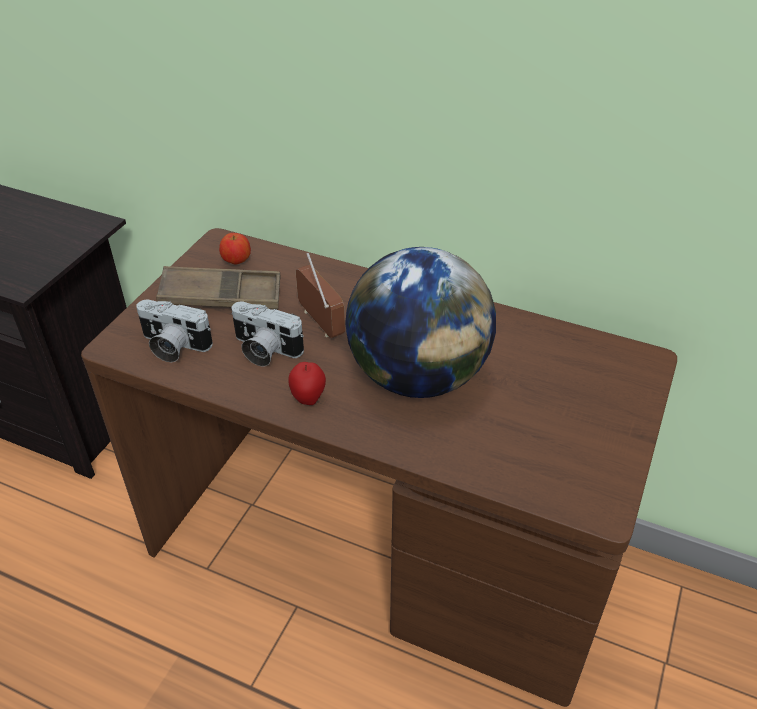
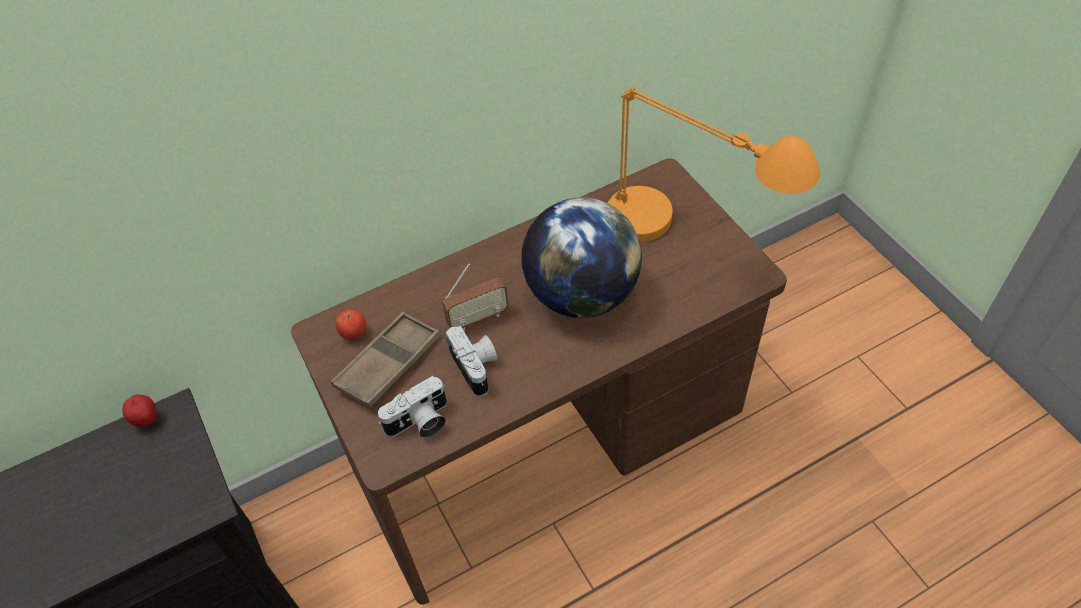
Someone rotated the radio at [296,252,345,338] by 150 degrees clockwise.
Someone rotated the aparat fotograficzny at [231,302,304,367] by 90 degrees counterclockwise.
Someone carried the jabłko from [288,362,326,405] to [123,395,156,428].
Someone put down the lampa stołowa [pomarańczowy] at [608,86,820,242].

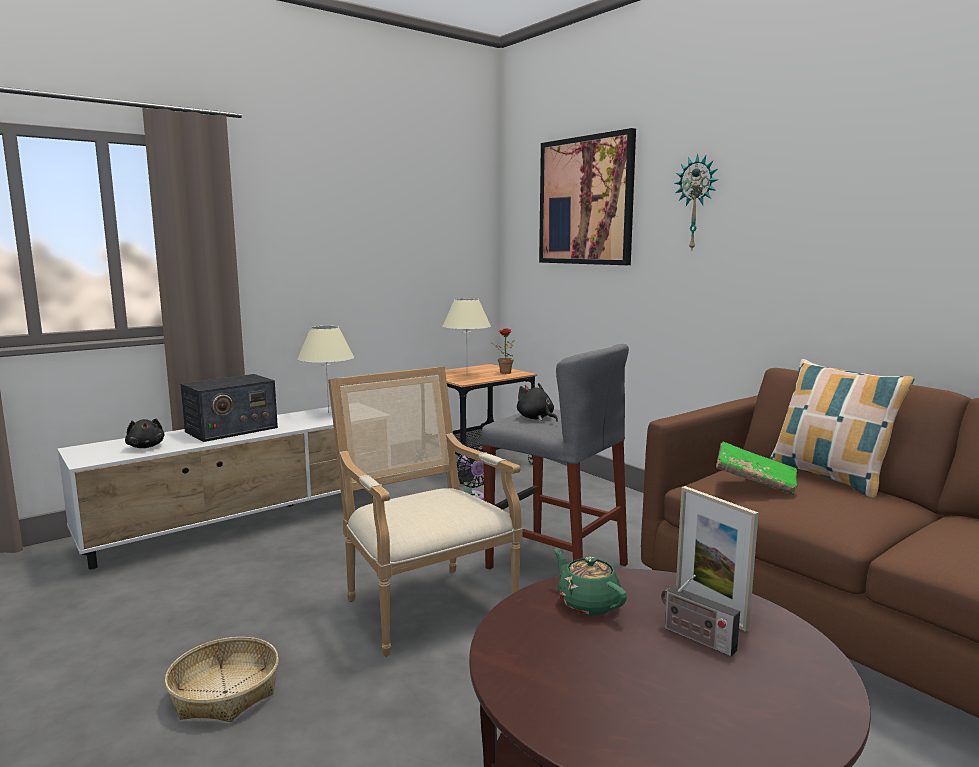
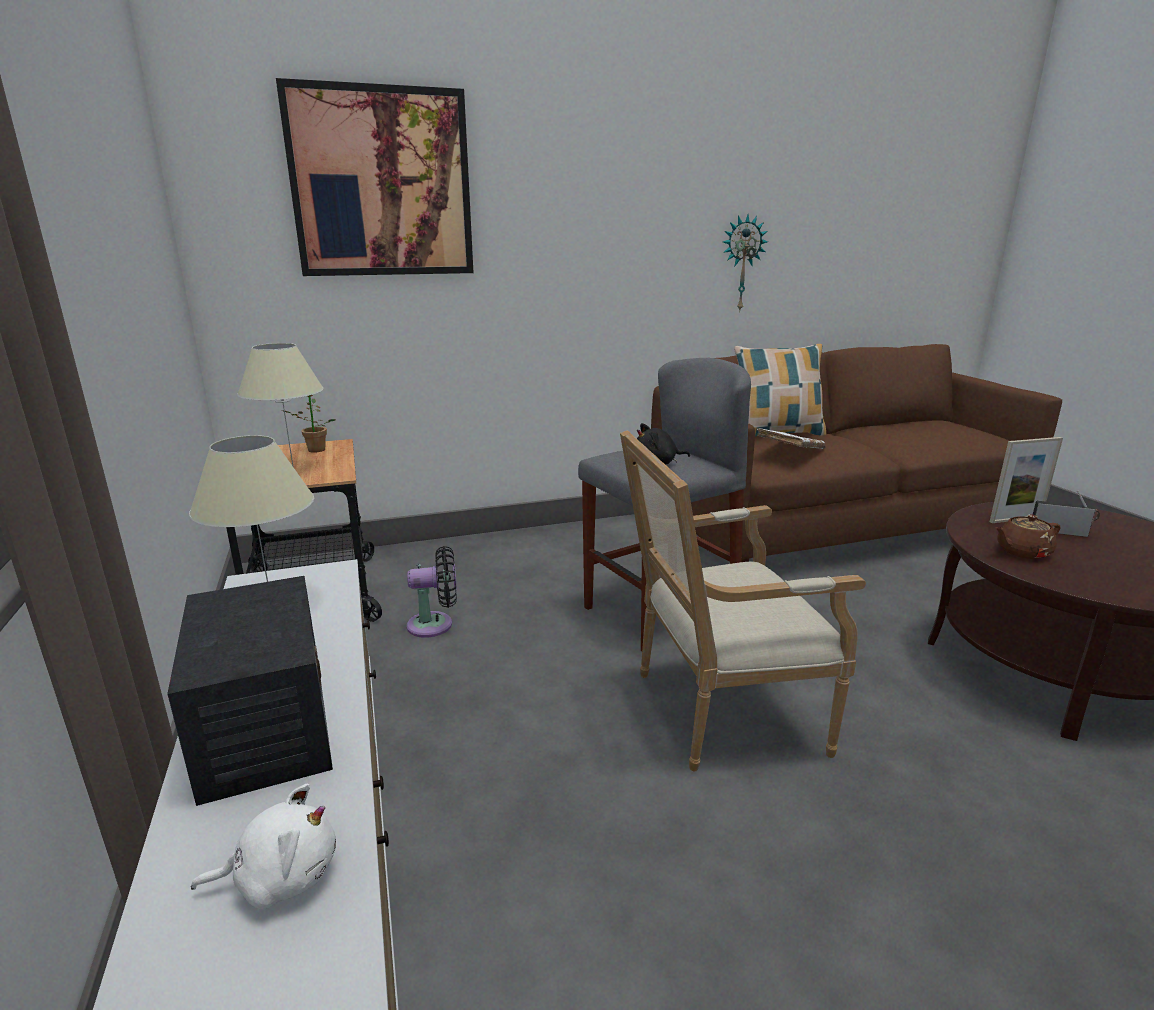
Someone carried the zegar ścienny from [675,154,719,252] to [723,215,768,312].
Someone repainted the pluszak [czarny] at [125,418,164,448], which became the pluszak [biały] at [191,784,336,909].
Someone repainted the książka [zielony] at [716,442,797,496], which became the książka [biały] at [757,428,826,449].
Someone repainted the imbryk [zielony] at [554,549,627,616], which became the imbryk [brązowy] at [996,514,1060,559].
Someone rotated the radio at [661,575,740,657] by 135 degrees counterclockwise.
Someone took away the koszyk at [165,637,279,722].

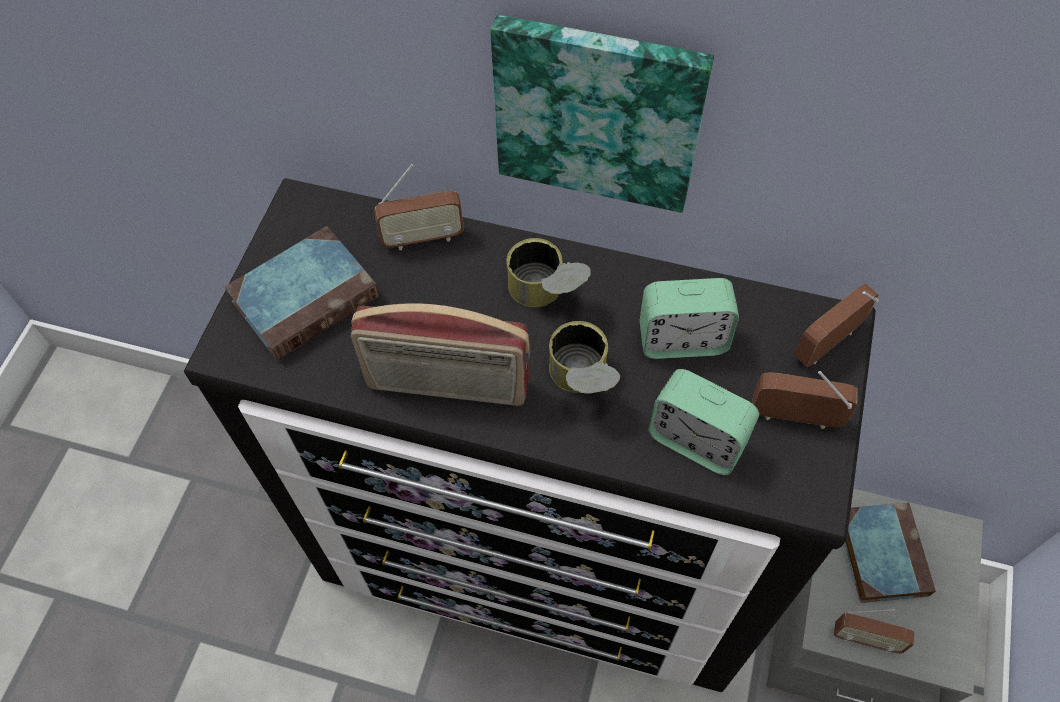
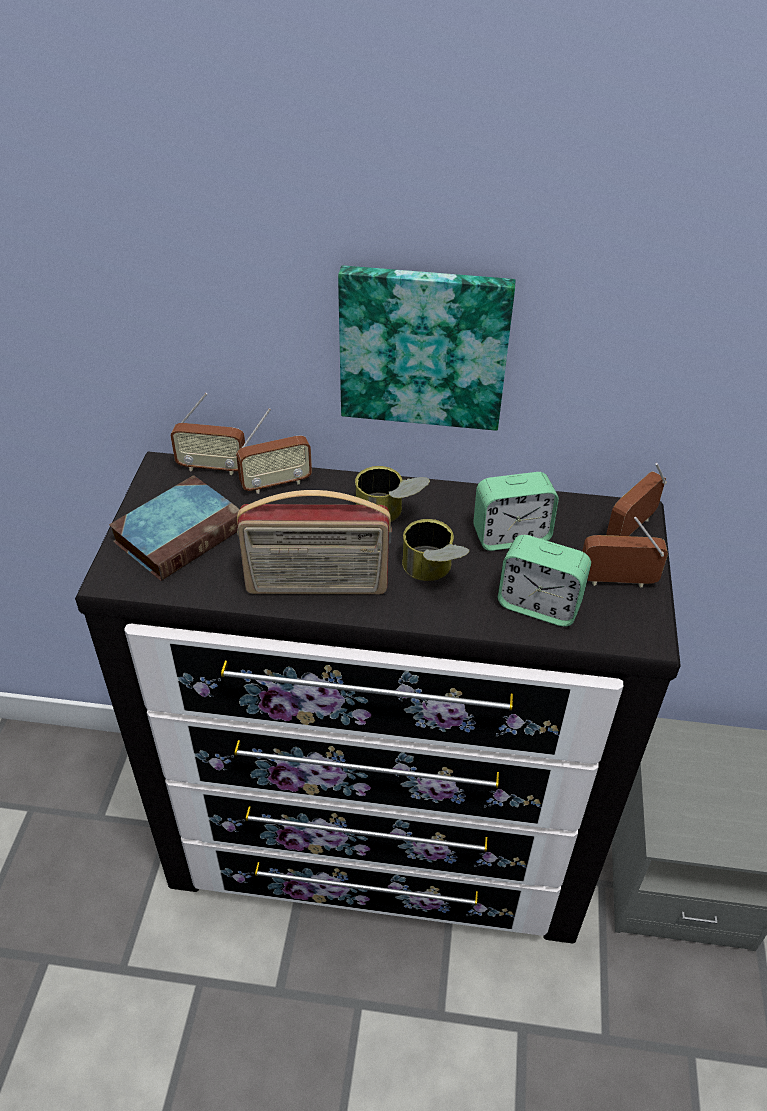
Someone took away the książka at [845,502,936,603].
Someone carried the radio from [834,609,914,654] to [170,393,246,475].

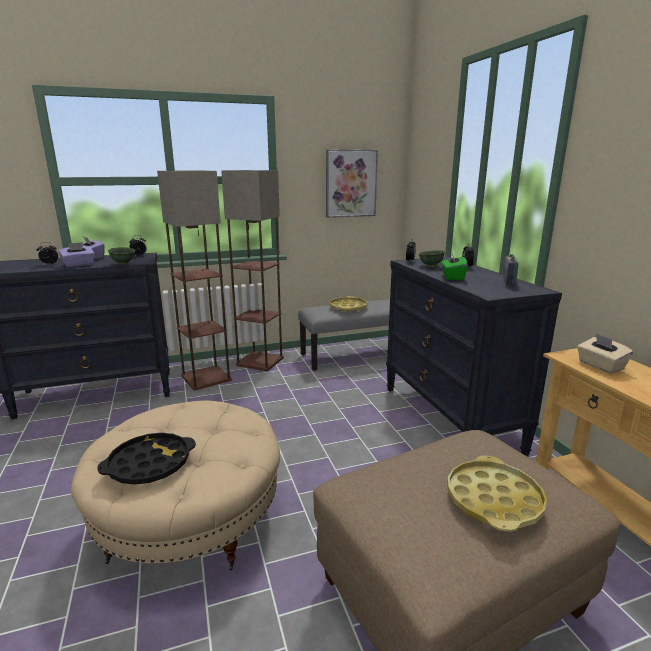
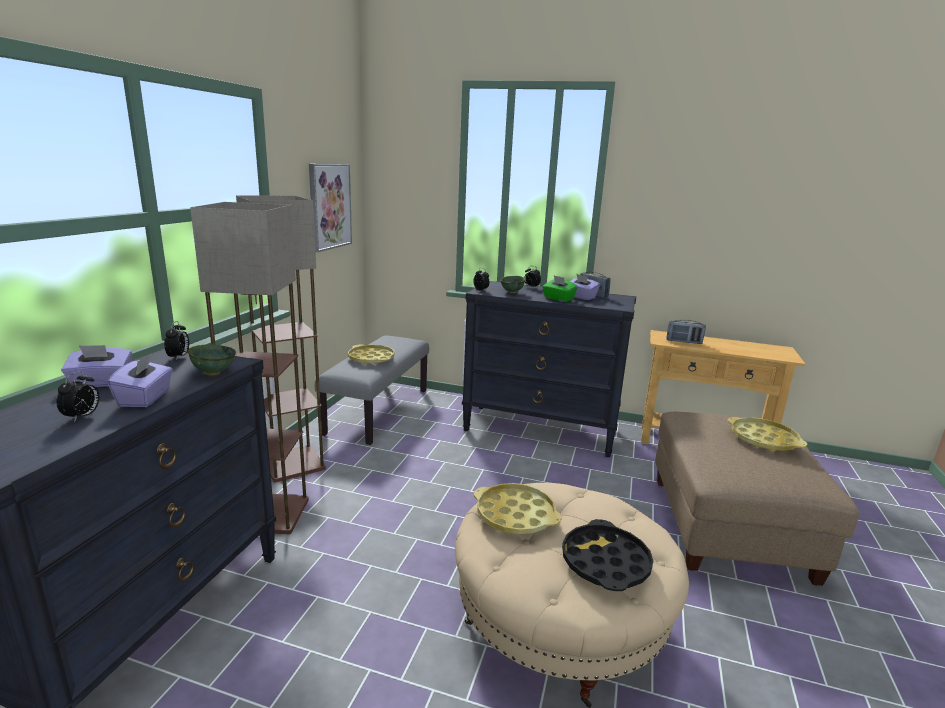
Someone swapped the pudełko chusteczek [beżowy] at [577,334,633,373] for the radio at [667,320,706,344].
Someone put down the pudełko chusteczek [fioletowy] at [570,274,600,300].
Someone put down the taca [żółty] at [474,483,562,535].

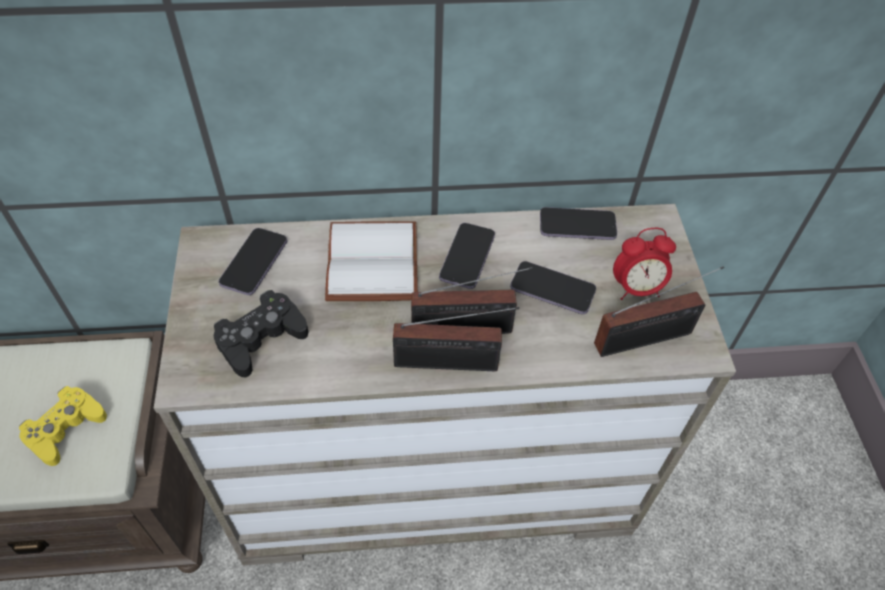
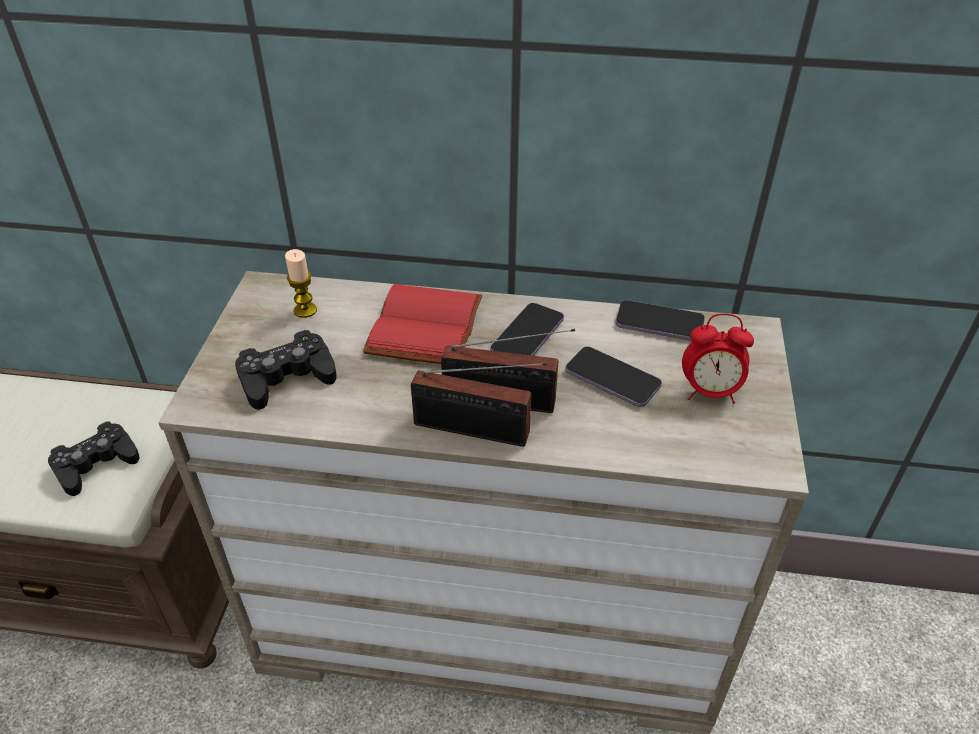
Someone repainted the książka [biały] at [325,221,418,301], which became the książka [czerwony] at [363,284,483,364].
Someone swapped the telefon at [219,228,287,295] for the świeca at [285,249,317,318].
Someone took away the radio at [594,266,724,357].
Someone repainted the pad do gier [żółty] at [19,386,107,466], which became the pad do gier [czarny] at [48,421,139,496].

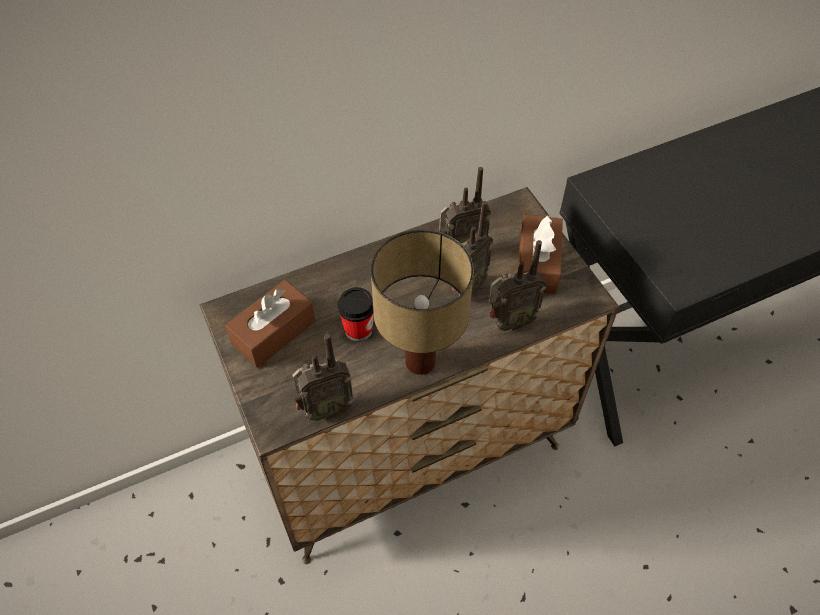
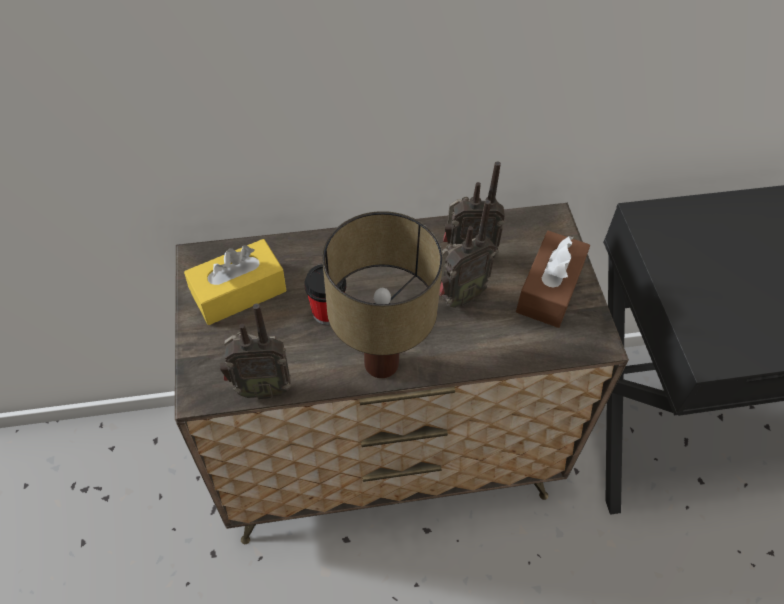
Someone took away the radio at [489,240,546,331].
Someone repainted the pudełko chusteczek [brązowy] at [225,280,316,368], which became the pudełko chusteczek [żółty] at [184,239,287,325].

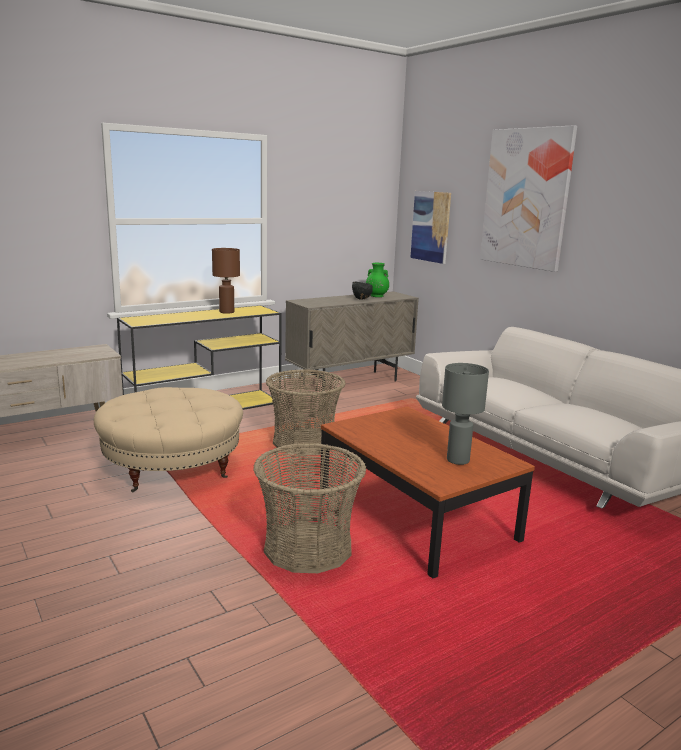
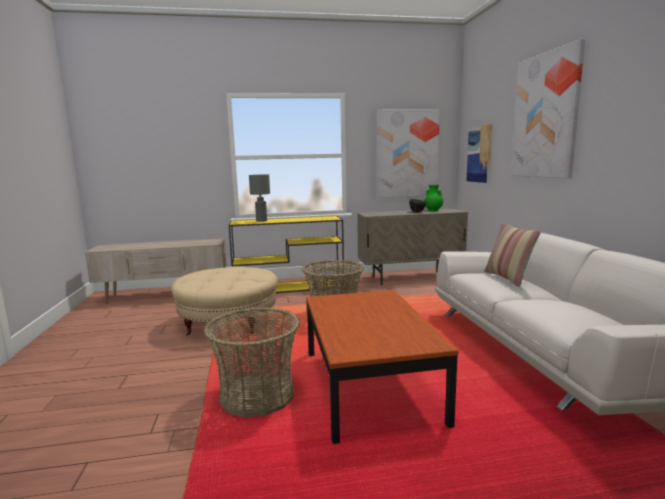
Someone took away the lampa stołowa [brązowy] at [212,248,240,314].
Someone carried the lampa stołowa [szary] from [442,363,489,465] to [249,174,270,222].
Someone put up the obraz at [377,109,440,198].
Someone put down the poduszka at [484,223,541,287].

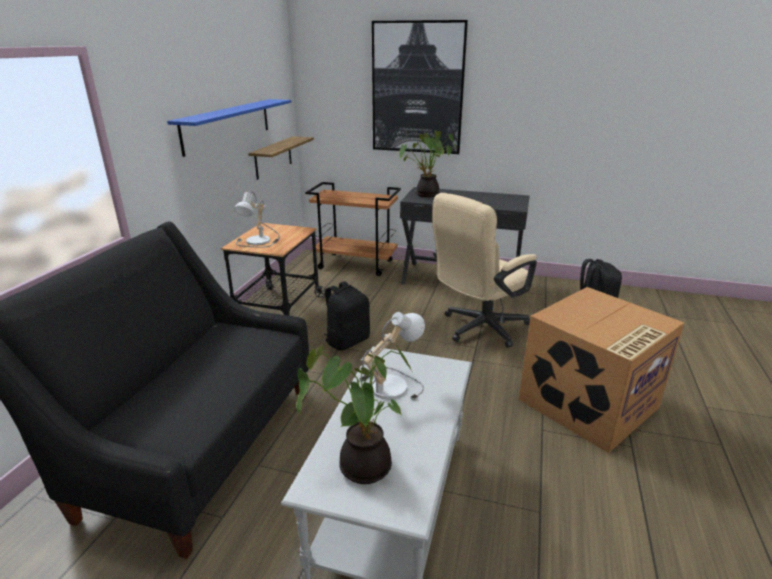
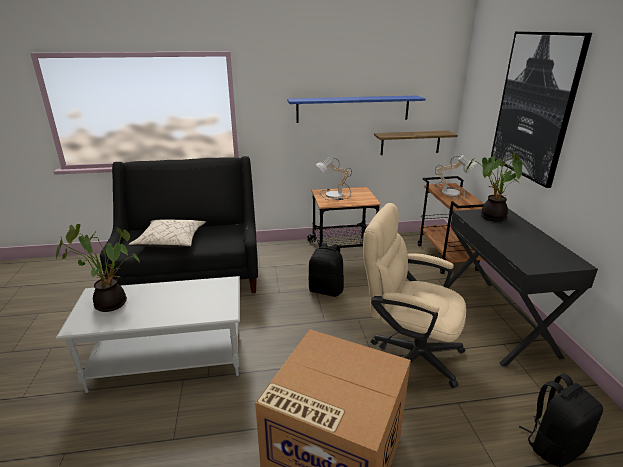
Someone carried the lampa stołowa from [356,312,425,401] to [435,155,477,199].
Someone put down the poduszka [beżowy] at [128,220,206,248].

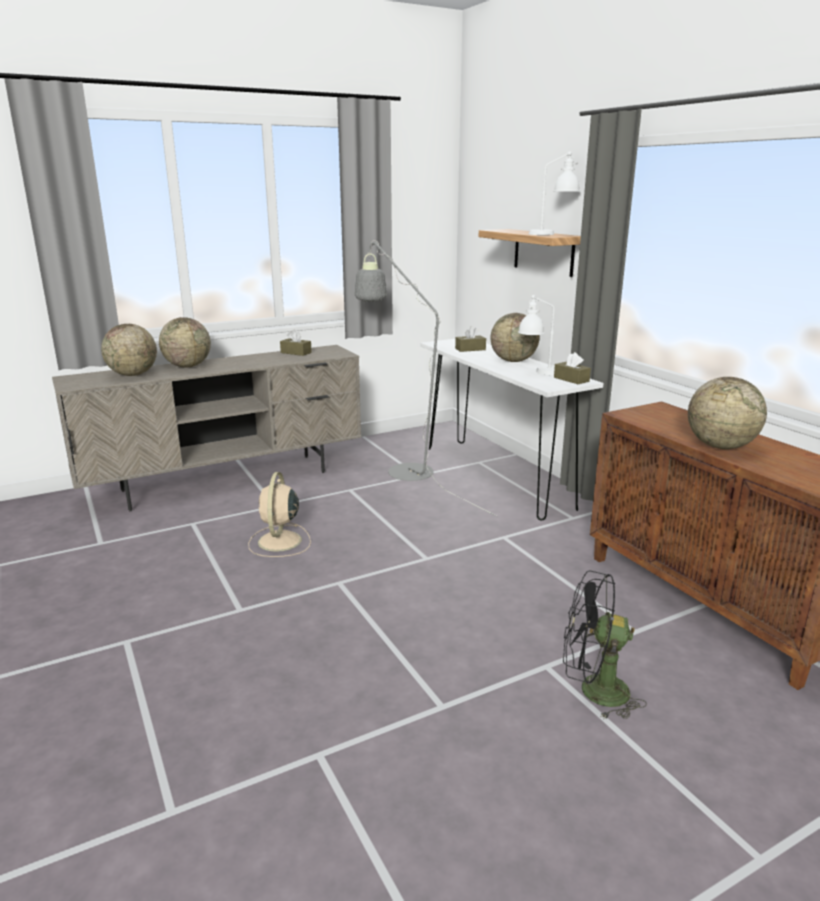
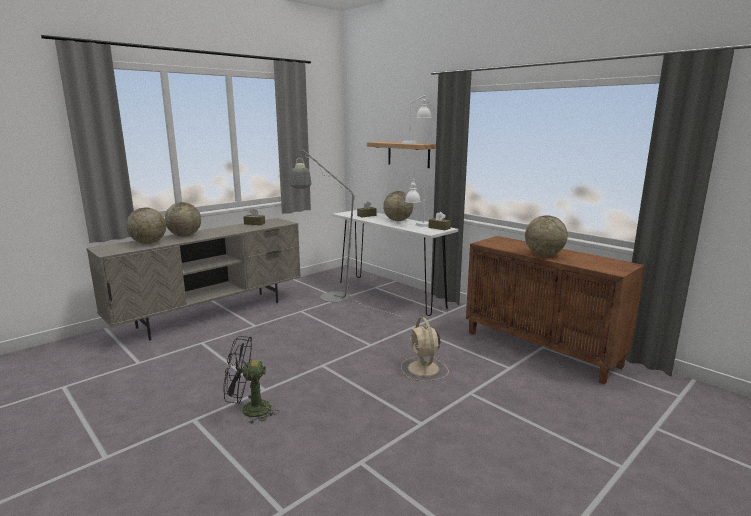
Someone carried the wentylator [beżowy] from [248,472,311,557] to [401,317,449,381].
Someone carried the wentylator [czarny] from [563,570,647,720] to [223,336,279,425].

